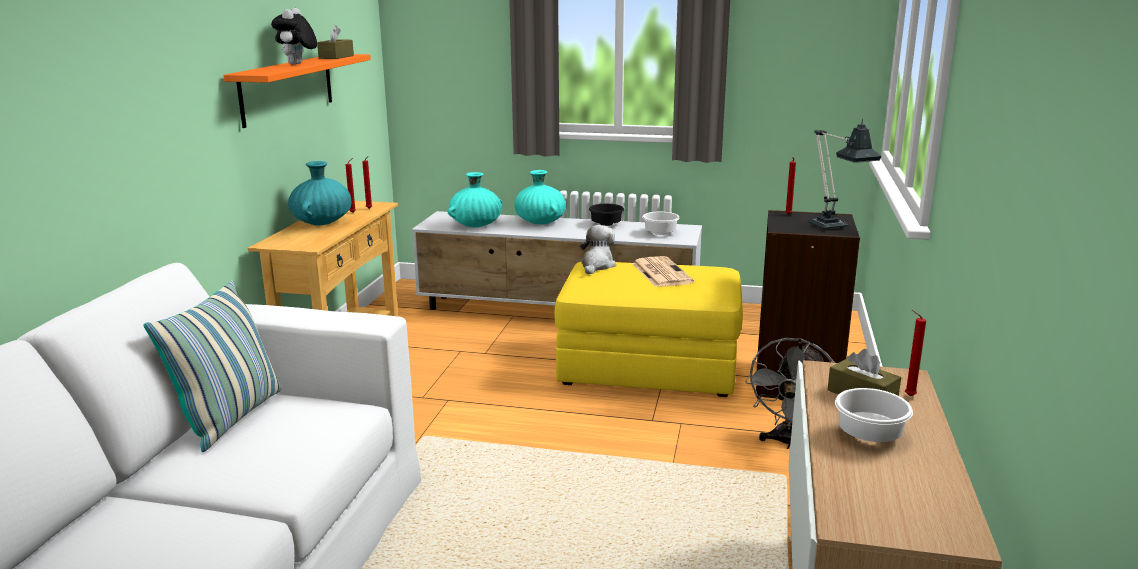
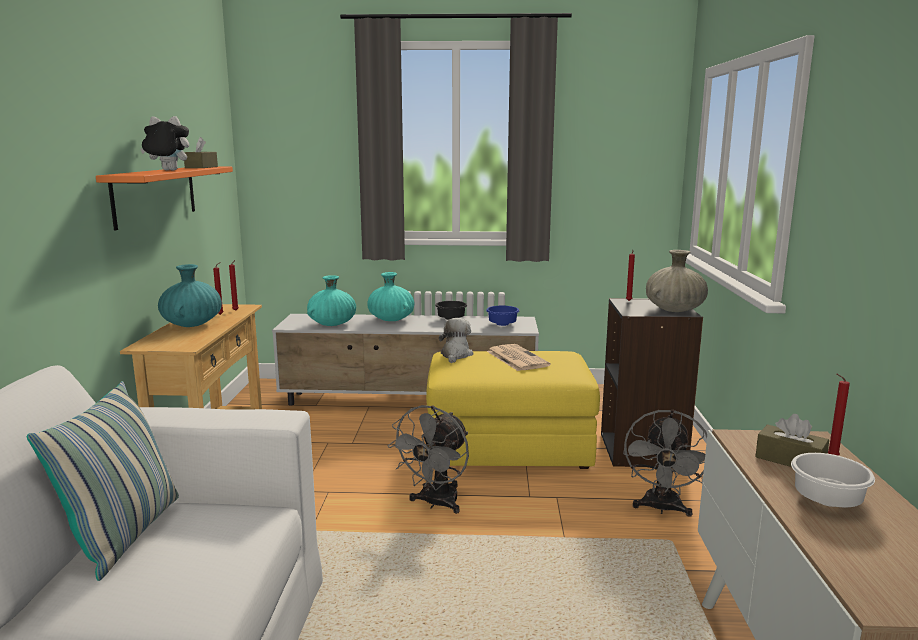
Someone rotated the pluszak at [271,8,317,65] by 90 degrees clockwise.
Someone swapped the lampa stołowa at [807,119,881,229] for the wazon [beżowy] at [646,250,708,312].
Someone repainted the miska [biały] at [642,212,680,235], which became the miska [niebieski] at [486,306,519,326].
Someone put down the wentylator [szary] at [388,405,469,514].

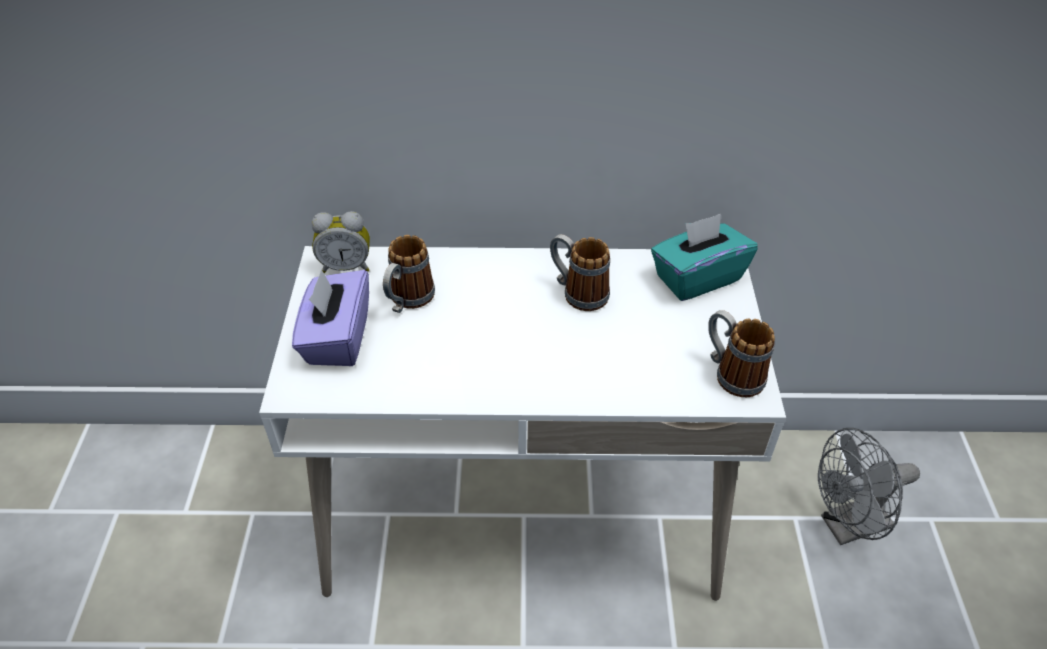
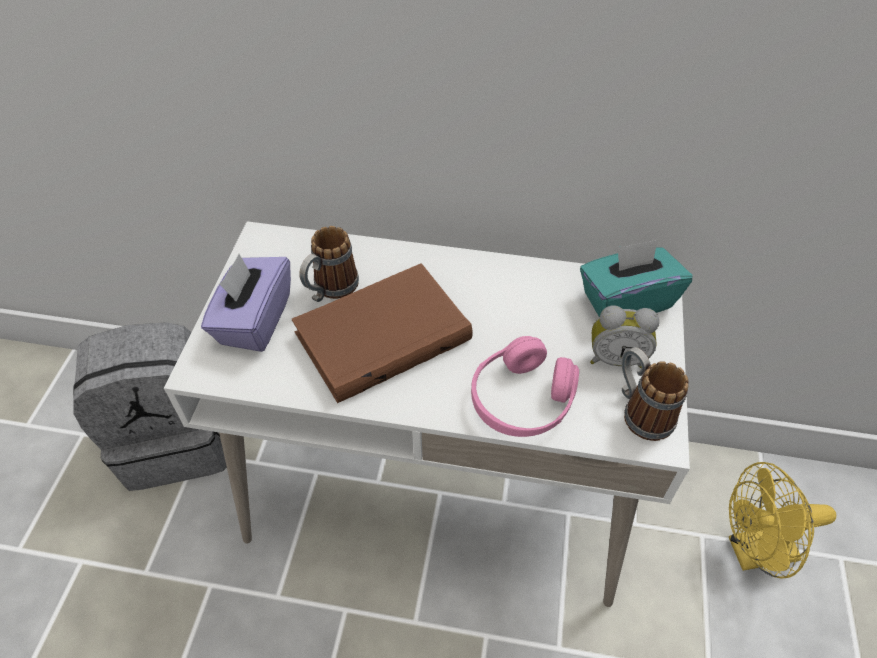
Someone carried the budzik from [311,211,370,273] to [590,305,659,368].
Someone took away the kubek at [550,234,610,311].
Someone repainted the wentylator [szary] at [818,428,920,545], which became the wentylator [żółty] at [729,462,836,579].
Someone put down the książka [brązowy] at [292,263,473,403].
Someone put down the plecak [szary] at [73,322,227,491].
Someone put down the słuchawki [różowy] at [471,336,579,437].

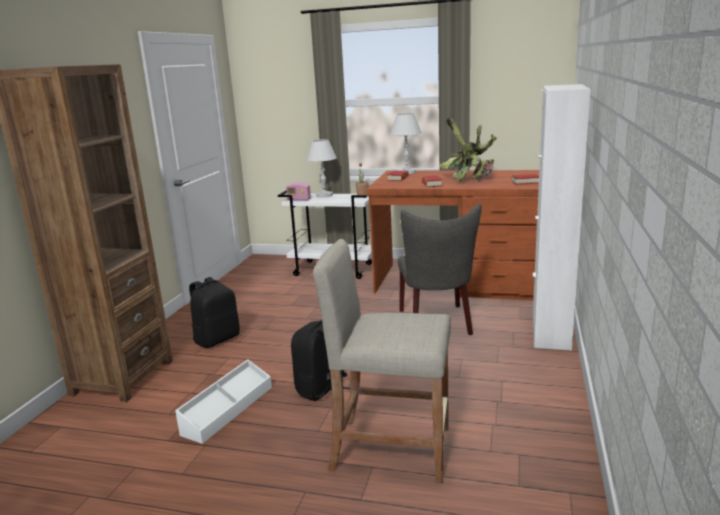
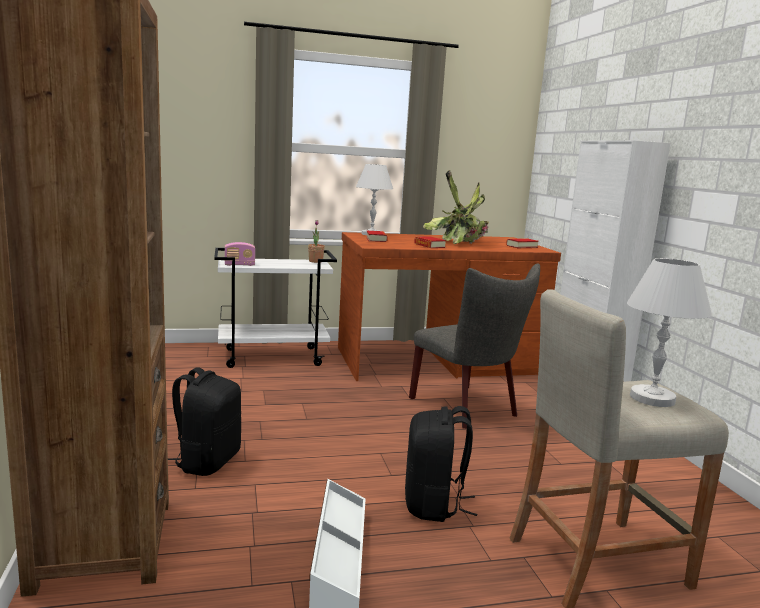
Someone carried the lampa stołowa [biały] from [307,139,337,197] to [627,258,712,407].

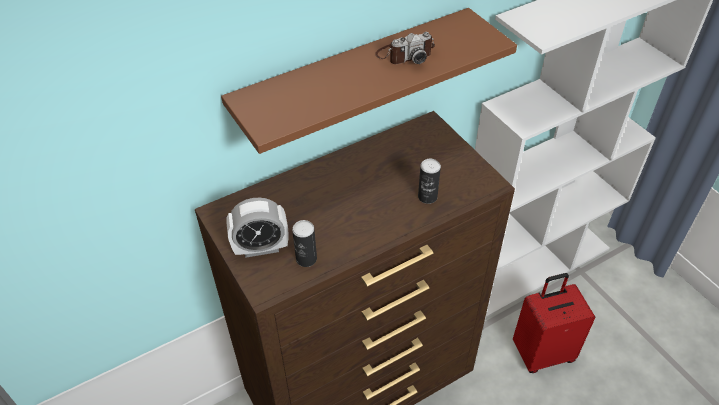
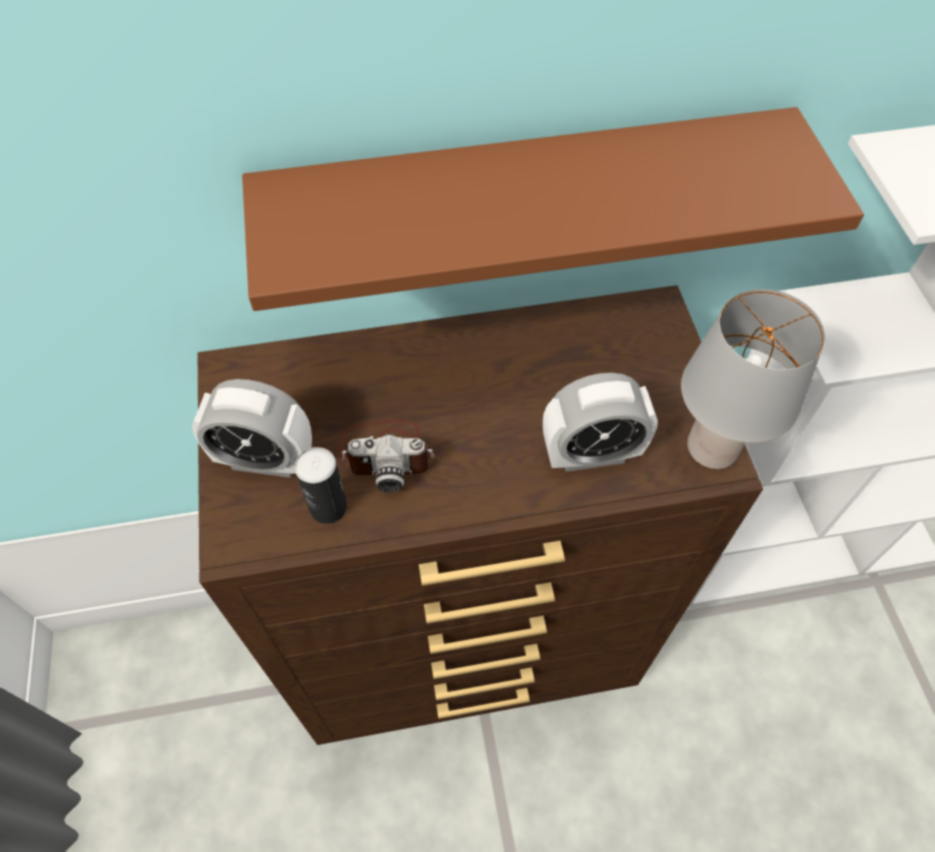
Someone carried the aparat fotograficzny from [375,32,435,64] to [337,419,438,493].
Someone swapped the puszka at [418,159,441,204] for the budzik at [543,373,658,472].
Someone took away the walizka [czerwony] at [513,273,595,373].
Someone put down the lampa stołowa [szary] at [681,289,825,469].

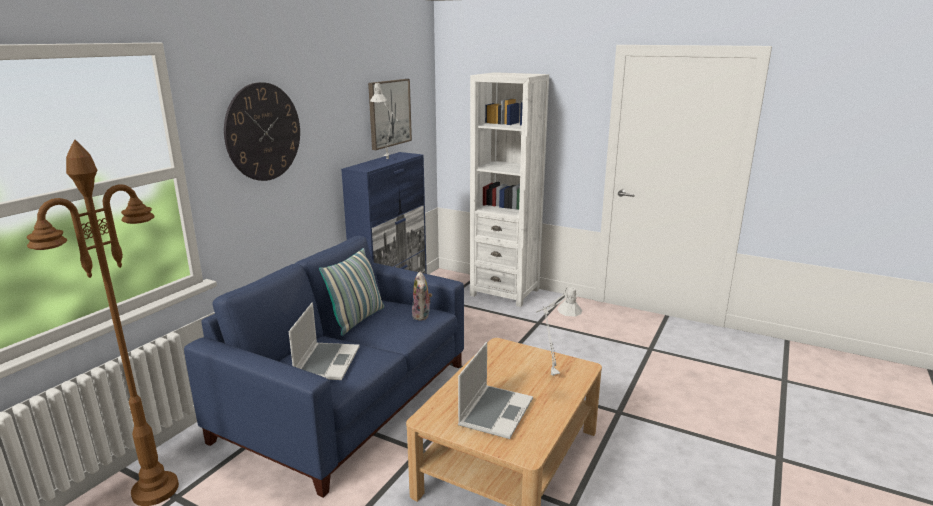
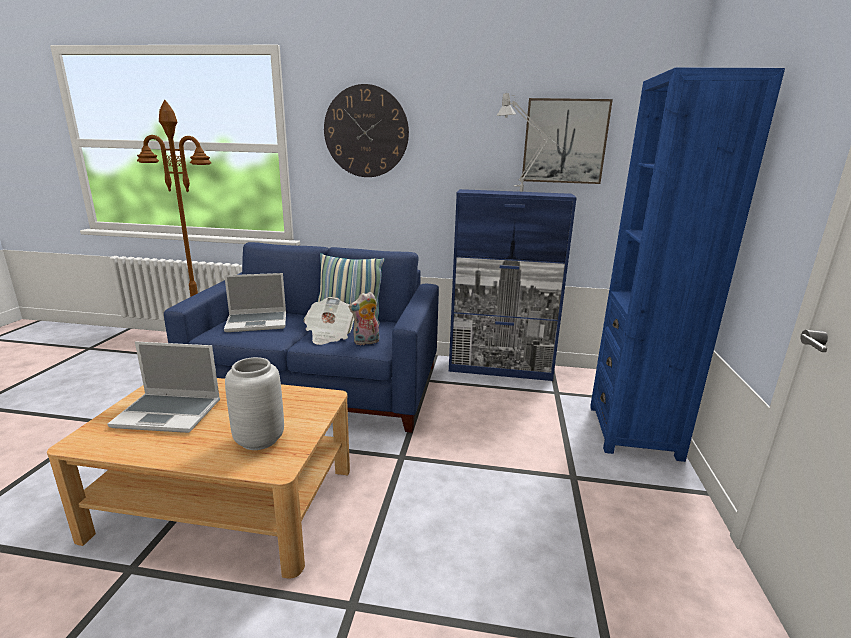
Someone repainted the regał [biały] at [470,72,549,307], which became the regał [niebieski] at [590,67,785,462].
Someone swapped the lampa stołowa [szary] at [536,286,582,376] for the wazon [szary] at [225,357,284,450].
Someone put down the gazeta at [304,297,354,345].

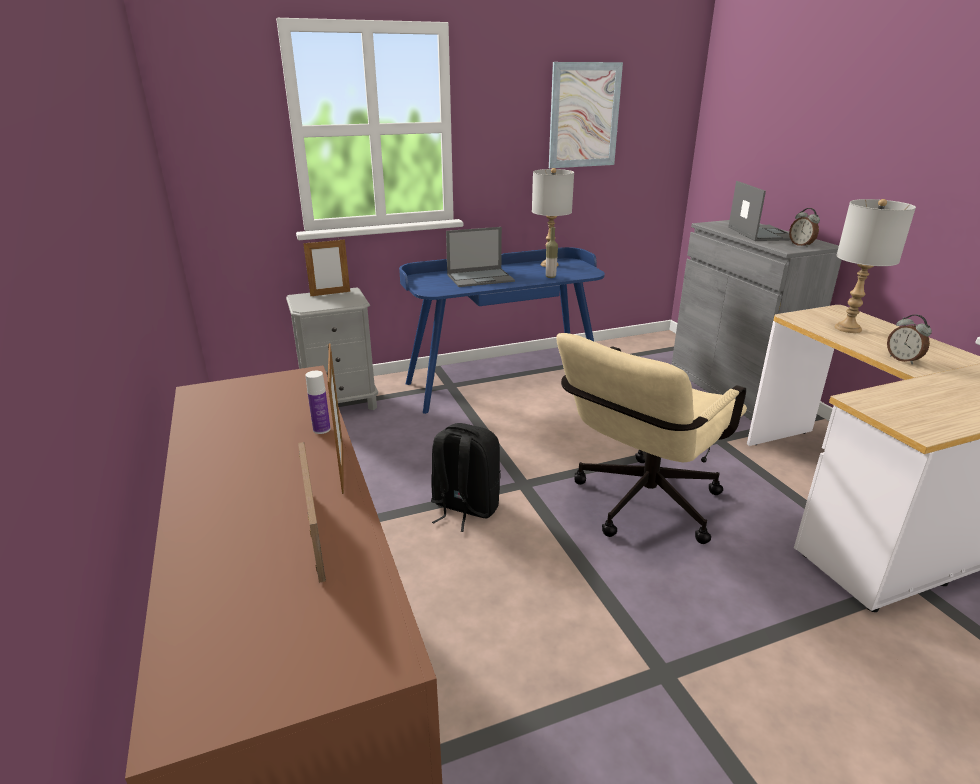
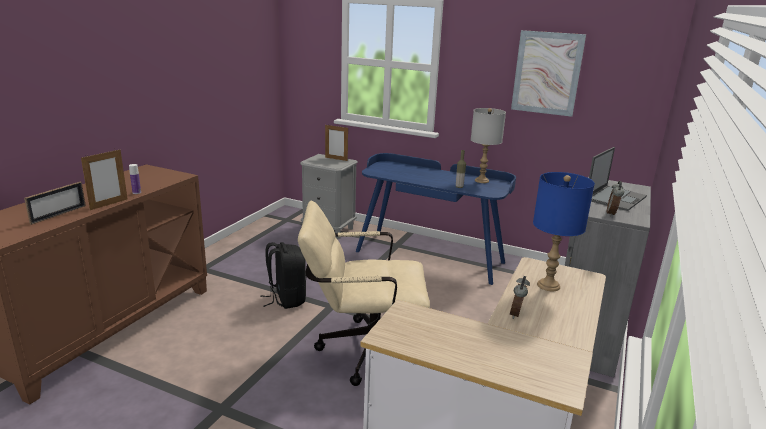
Someone repainted the lampa stołowa [szary] at [835,199,916,333], which became the lampa stołowa [niebieski] at [533,172,595,291].
Someone took away the laptop at [446,227,515,287].

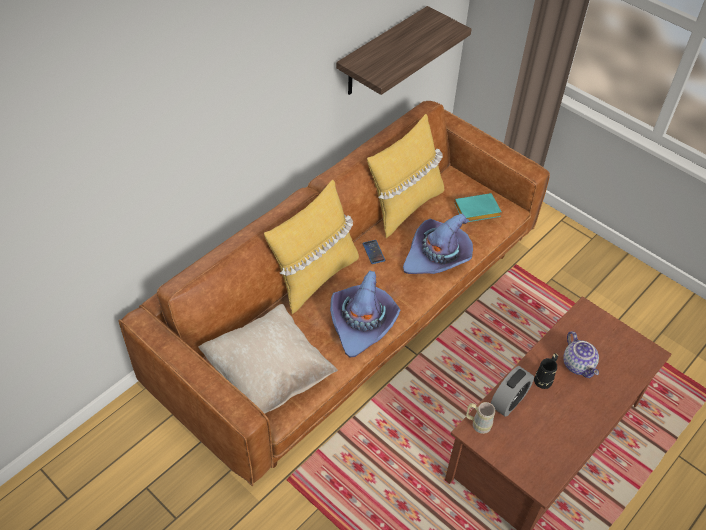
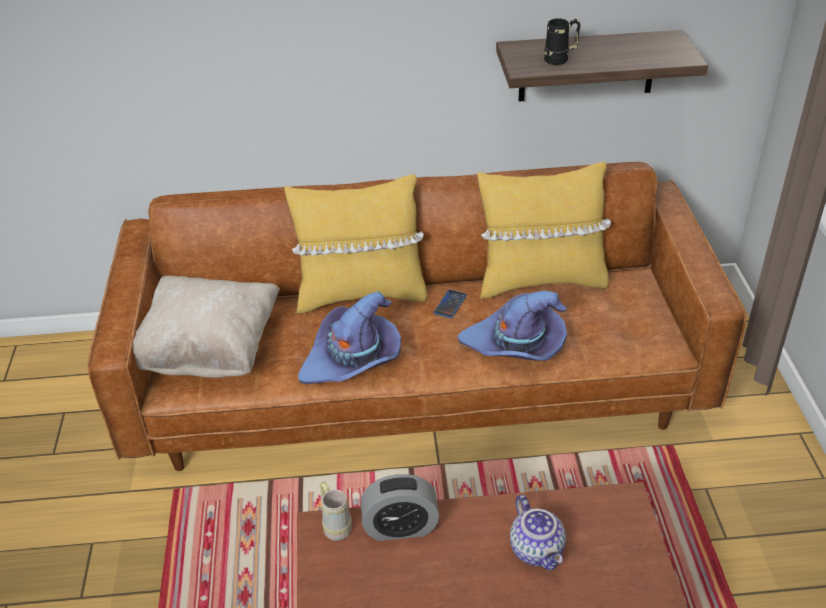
Someone took away the książka [turkusowy] at [454,193,502,222].
Someone rotated the imbryk at [563,331,599,378] by 45 degrees counterclockwise.
Someone carried the kubek [czarny] from [534,353,558,389] to [544,18,580,65].

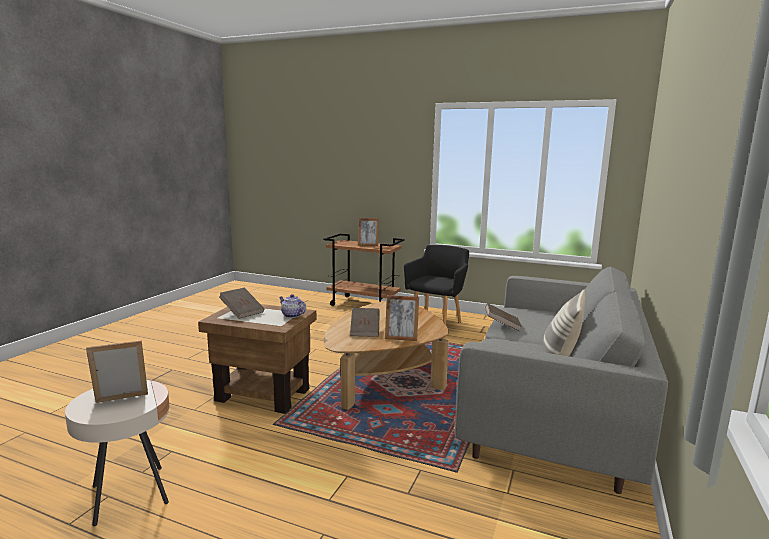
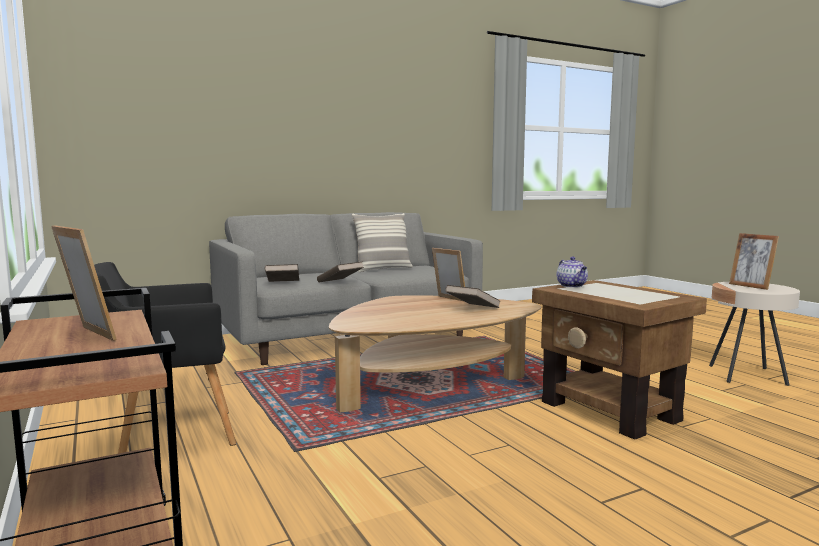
Someone carried the książka [brązowy] from [219,288,264,319] to [264,264,299,282].
Someone rotated the ramka na zdjęcie at [86,340,148,403] by 45 degrees clockwise.

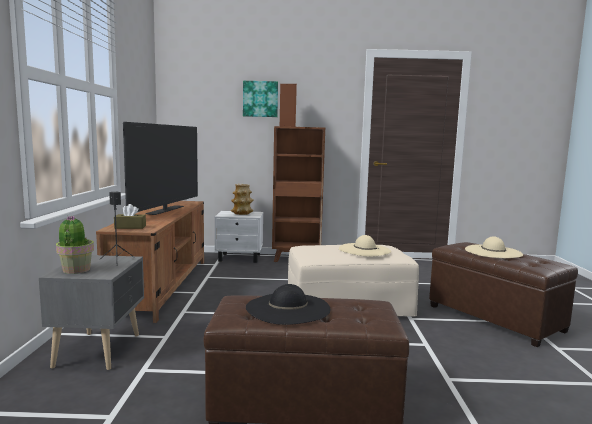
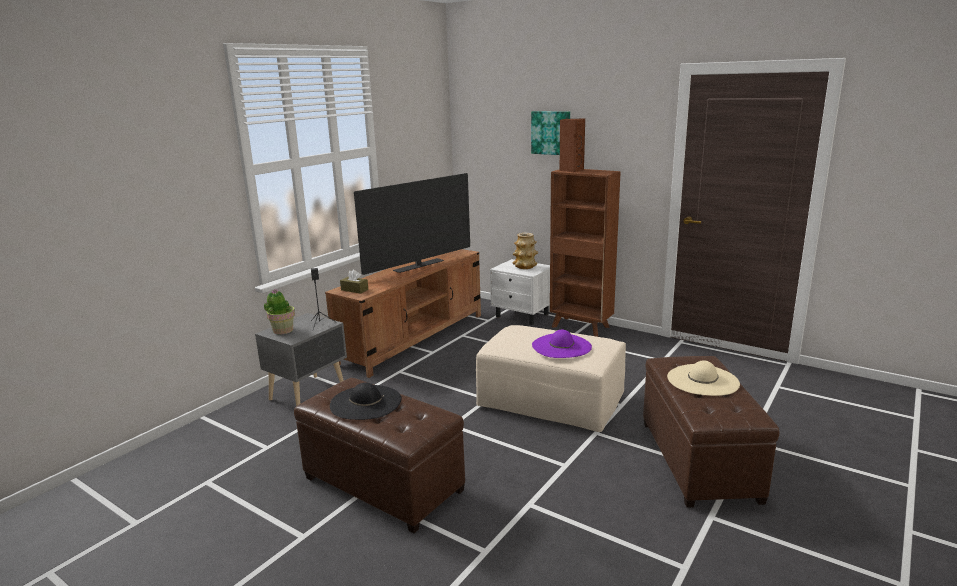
Someone repainted the kapelusz [beżowy] at [339,235,391,257], which became the kapelusz [fioletowy] at [532,330,592,358].

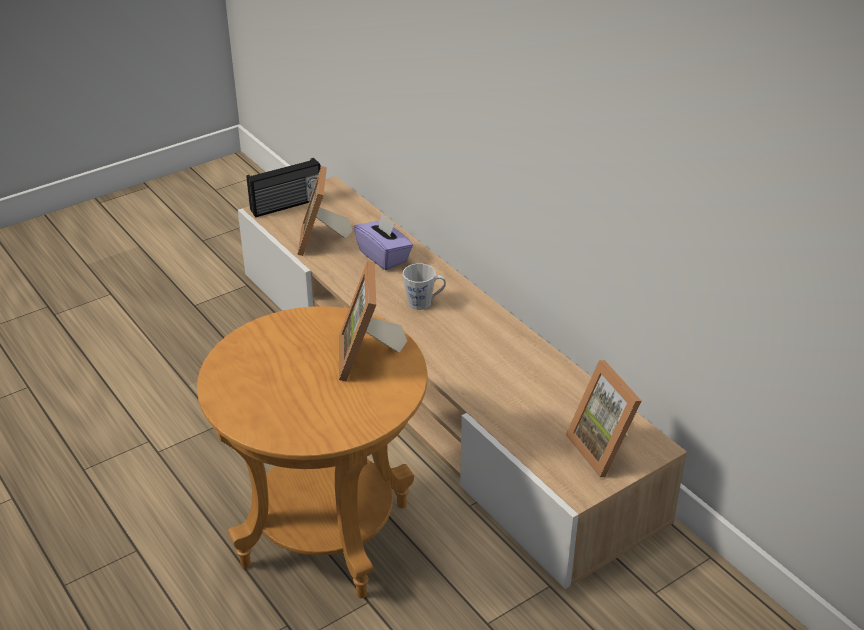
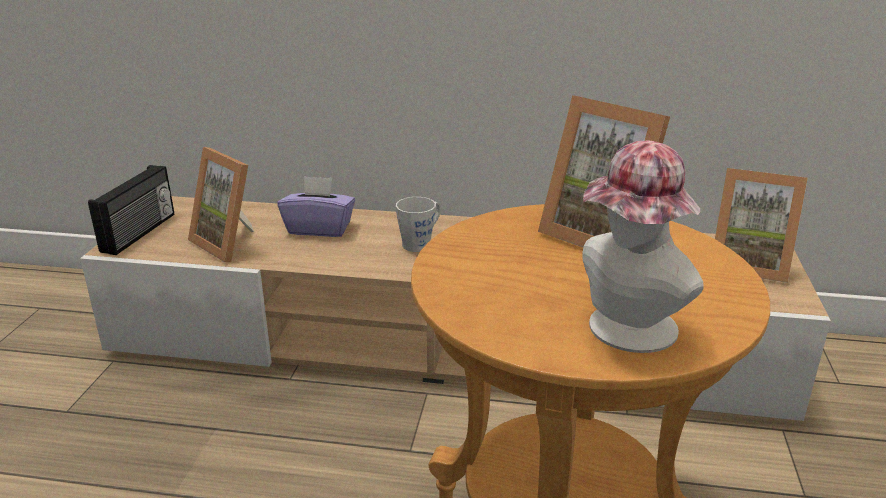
Someone put down the kapelusz at [582,141,704,353].

